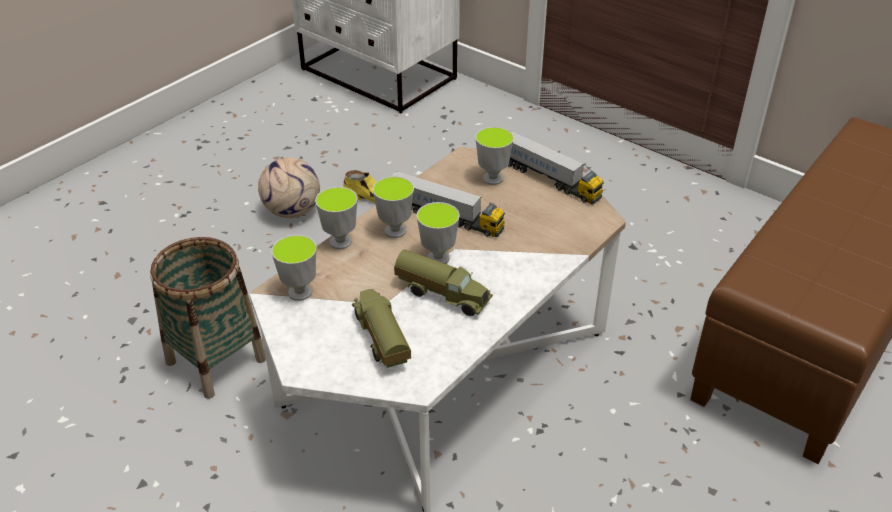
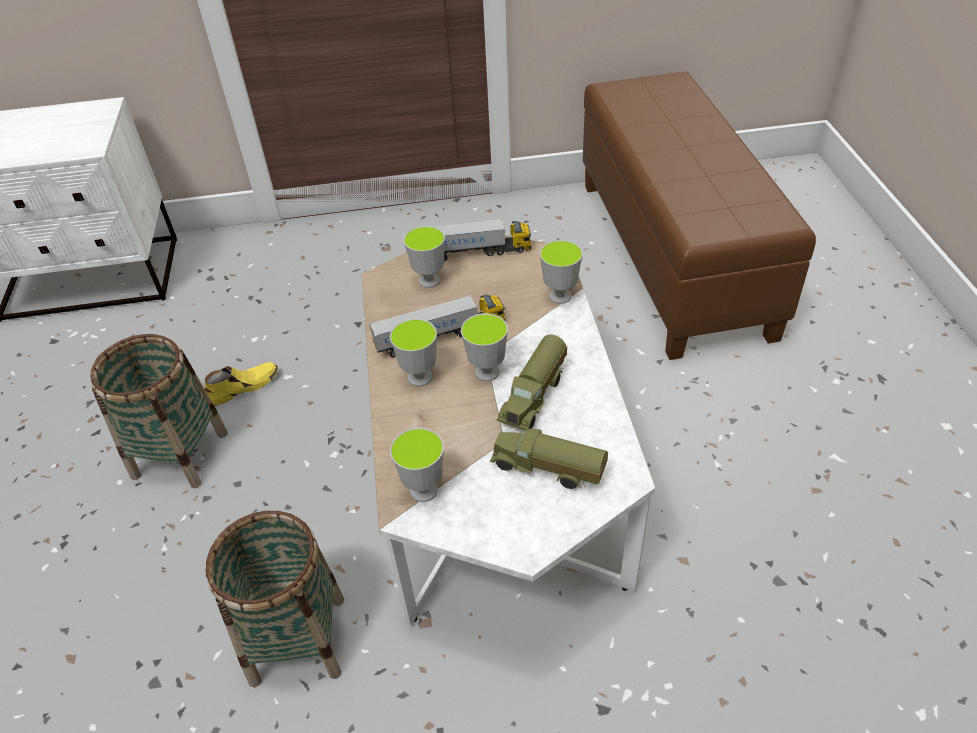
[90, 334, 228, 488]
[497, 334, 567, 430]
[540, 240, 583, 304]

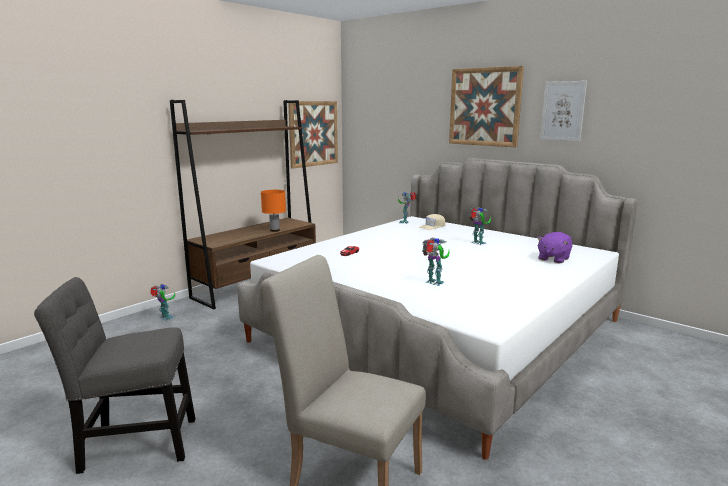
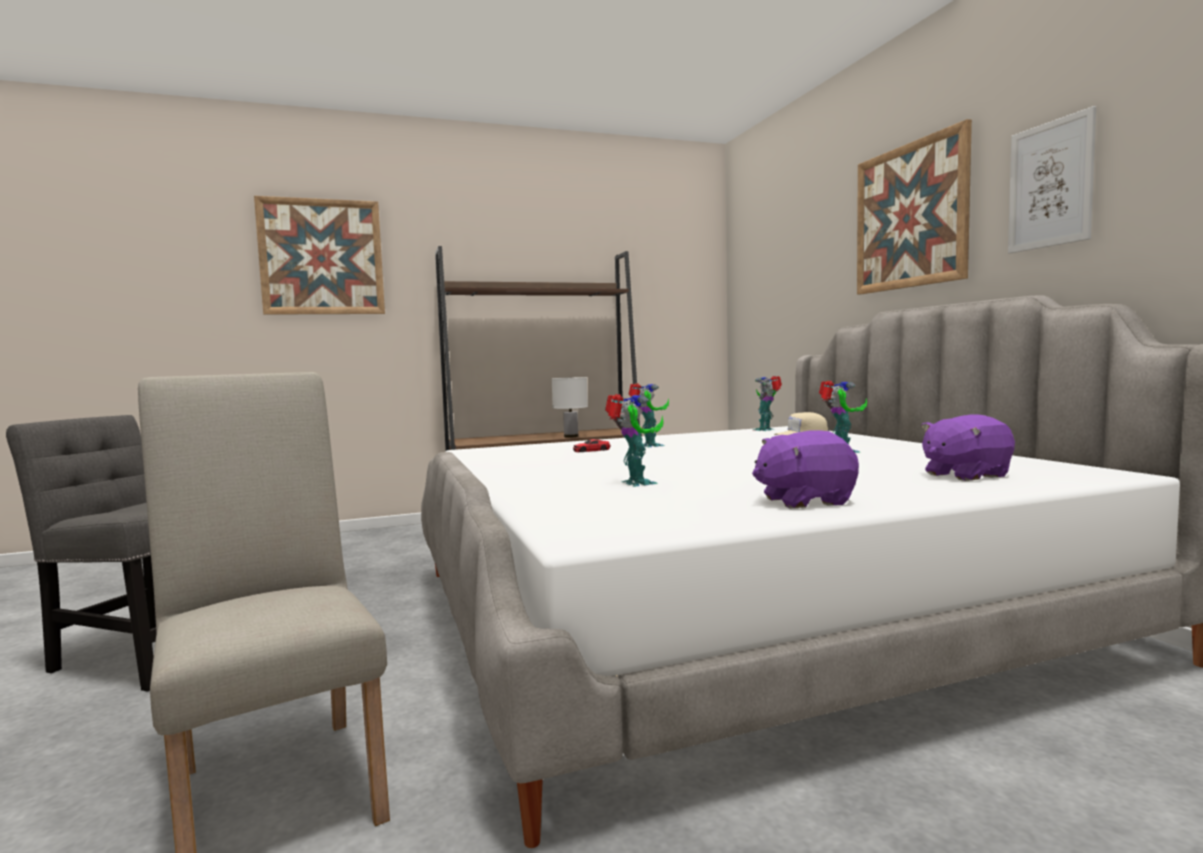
[254, 196, 385, 315]
[551, 377, 588, 438]
[628, 383, 669, 447]
[752, 430, 859, 509]

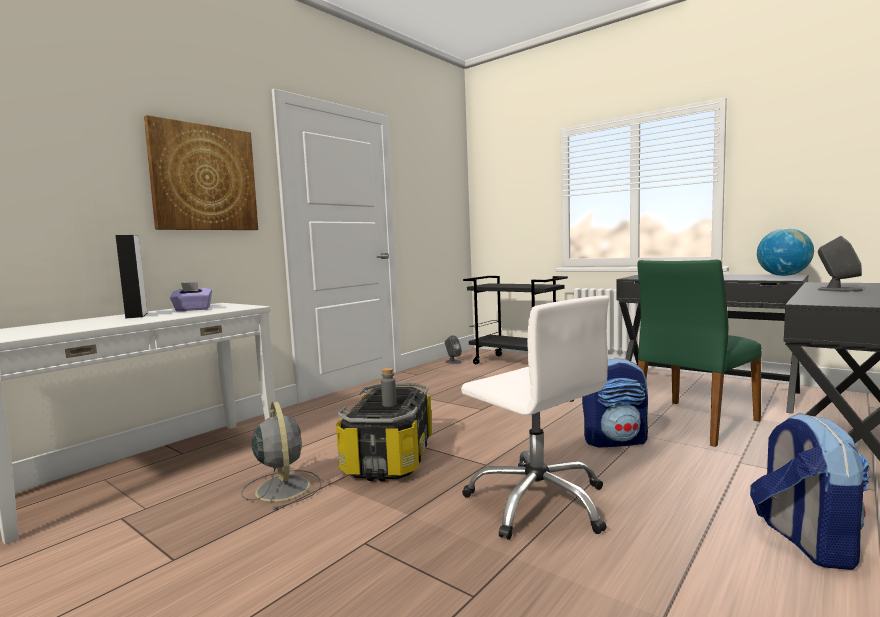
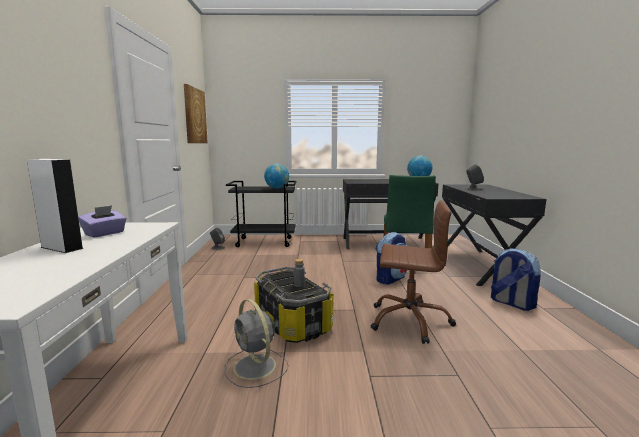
[184, 84, 208, 143]
[224, 299, 288, 388]
[264, 164, 289, 189]
[371, 200, 456, 344]

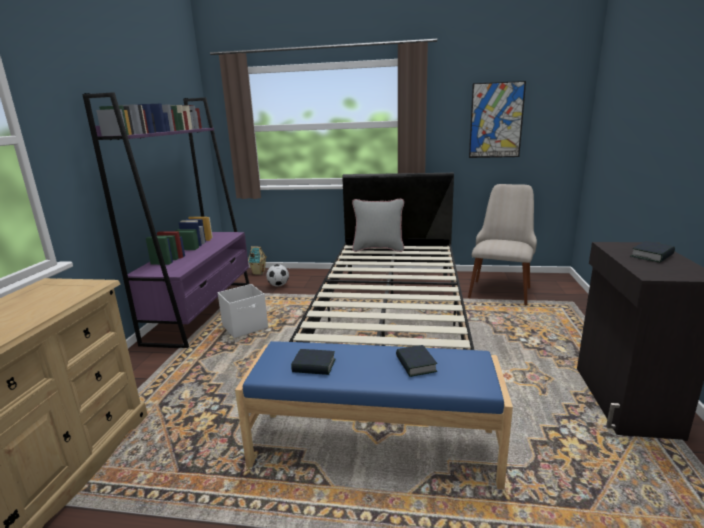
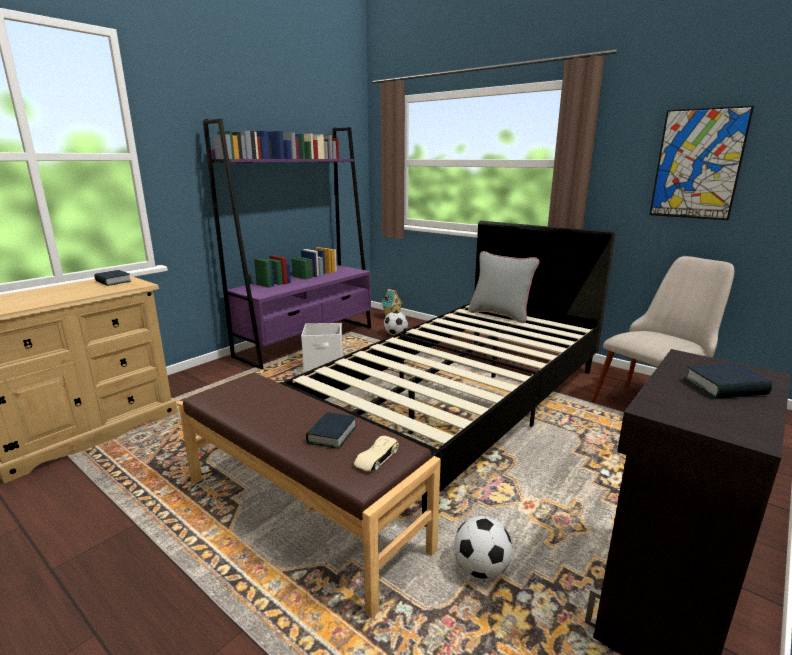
[94, 270, 131, 286]
[178, 373, 441, 619]
[354, 436, 399, 472]
[454, 516, 512, 579]

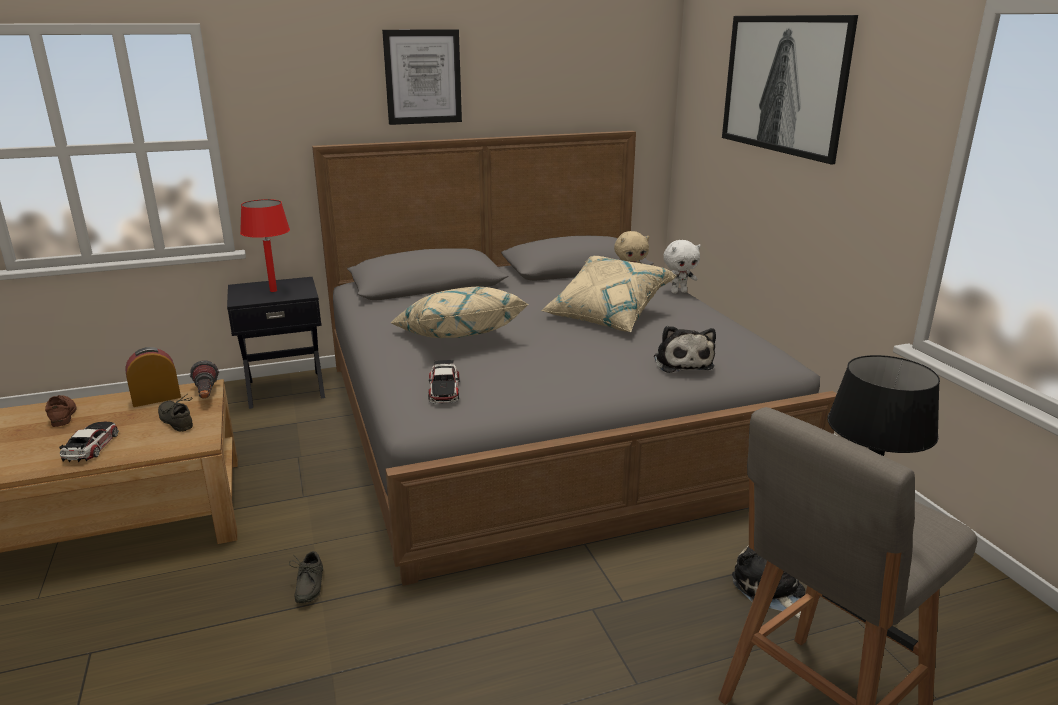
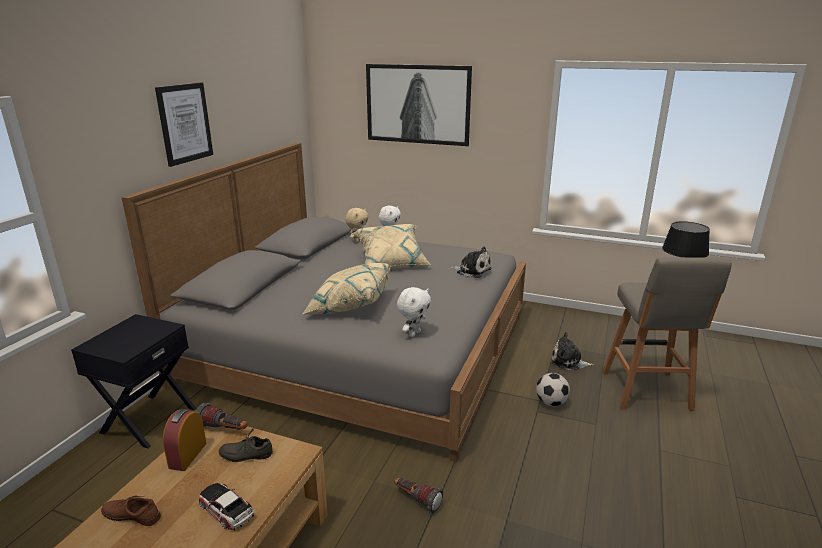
[395, 478, 443, 513]
[397, 287, 431, 337]
[536, 373, 570, 406]
[240, 199, 290, 292] (first image)

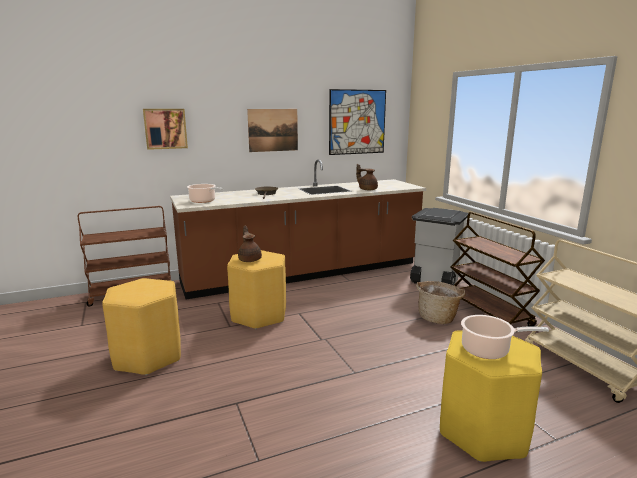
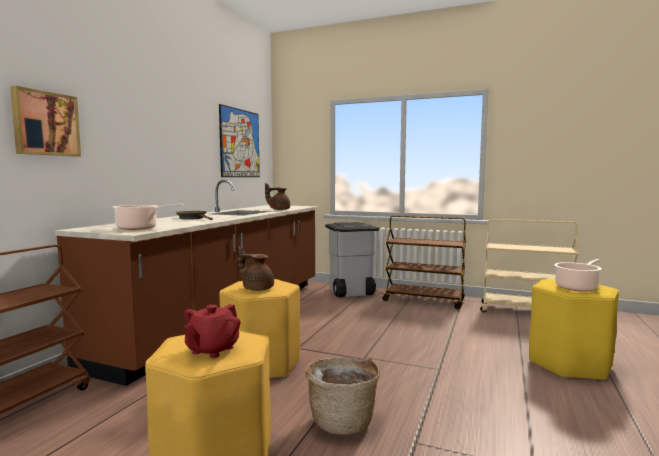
[184, 304, 241, 358]
[305, 357, 380, 435]
[247, 109, 298, 152] (first image)

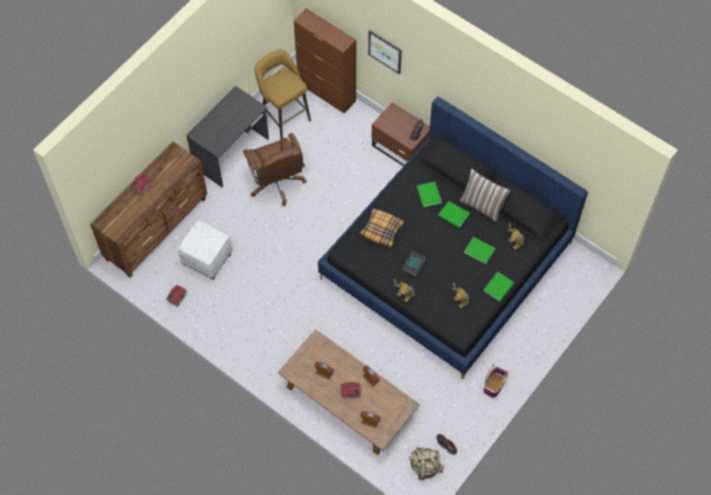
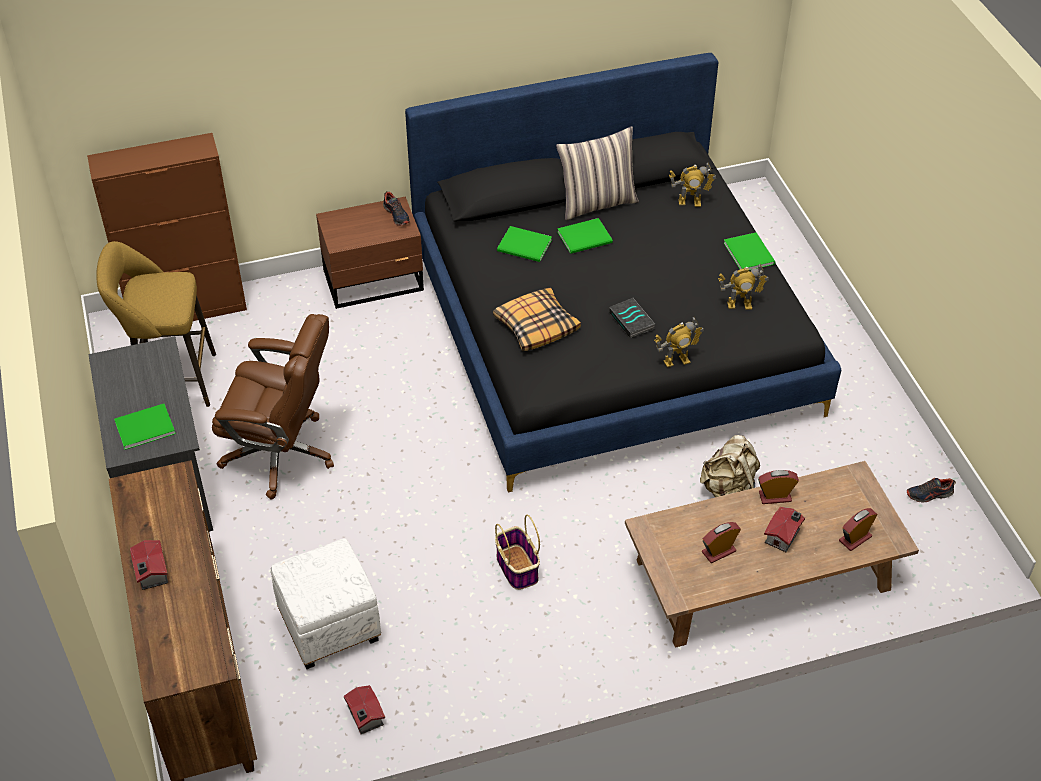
[114, 404, 176, 450]
[495, 514, 540, 590]
[700, 435, 760, 497]
[368, 30, 402, 74] (first image)

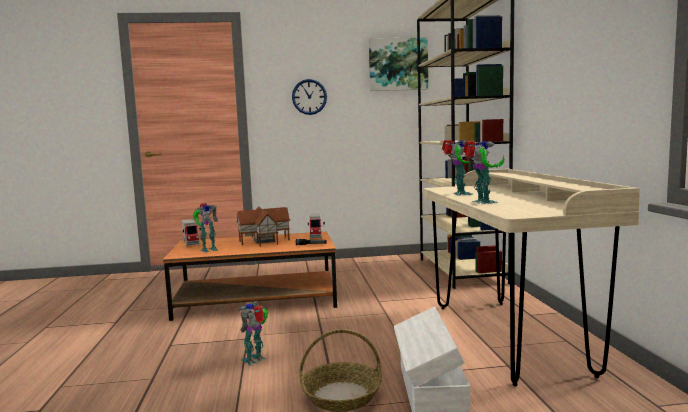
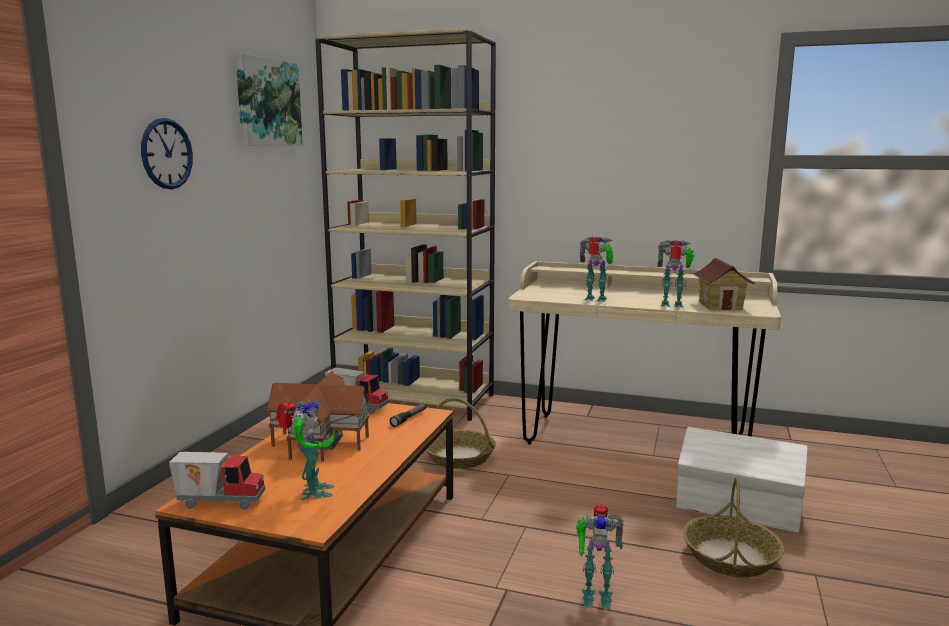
[426, 398, 496, 469]
[576, 503, 624, 610]
[692, 258, 756, 311]

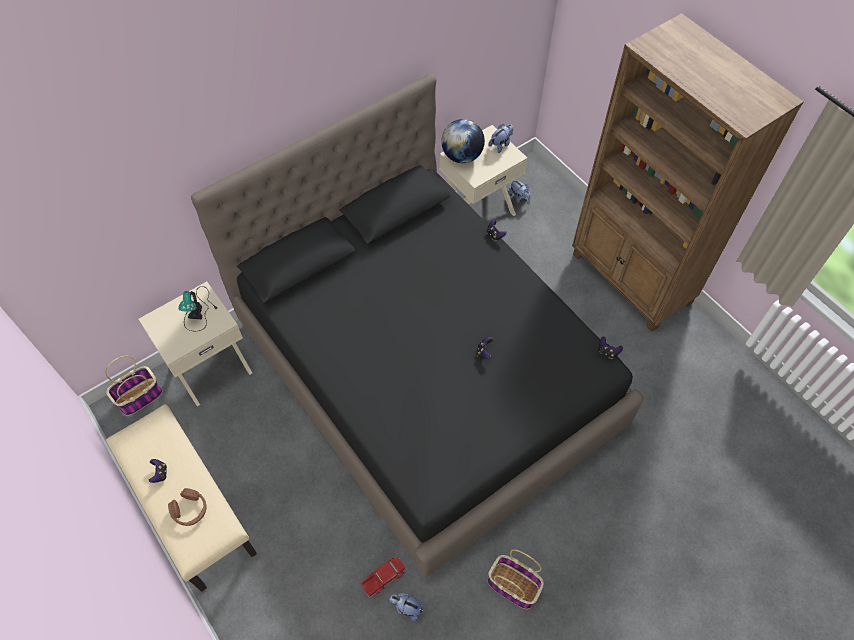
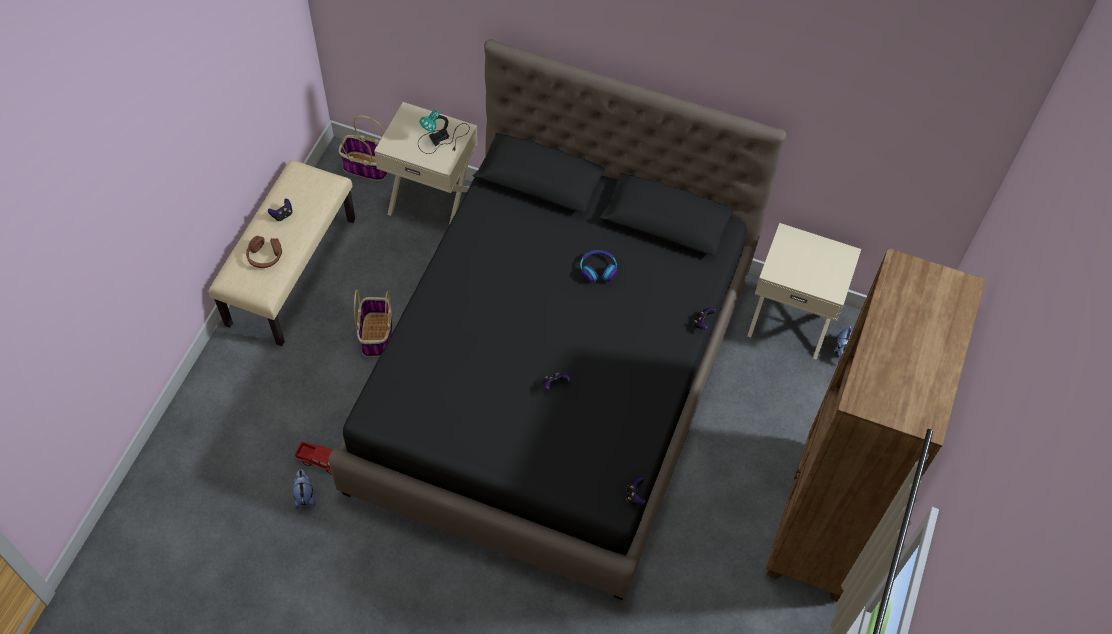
[354, 290, 392, 357]
[580, 250, 618, 282]
[441, 119, 485, 163] (first image)
[488, 124, 513, 153] (first image)

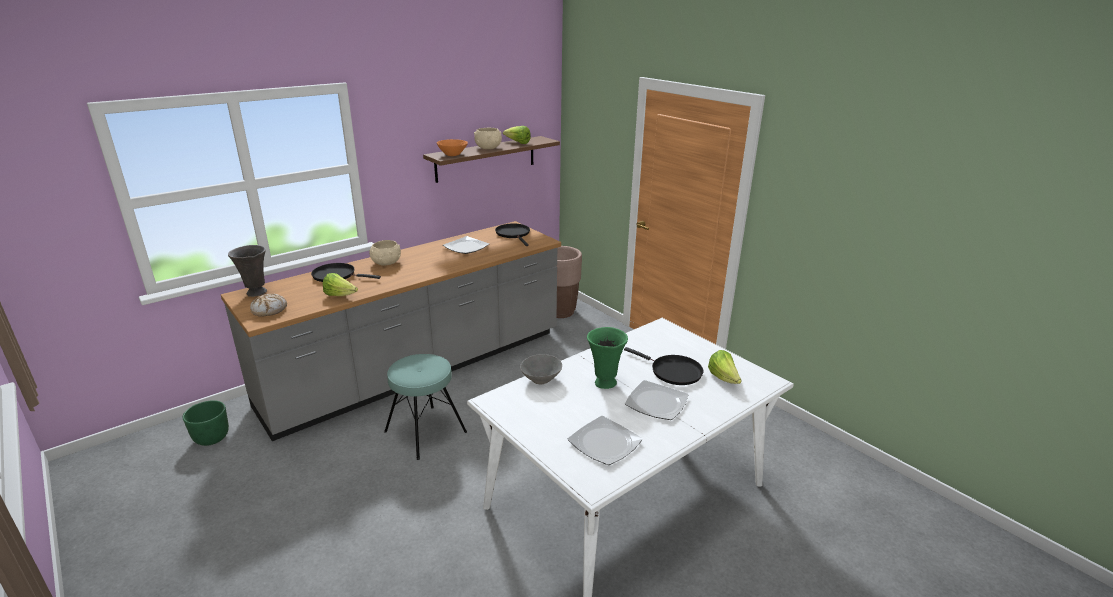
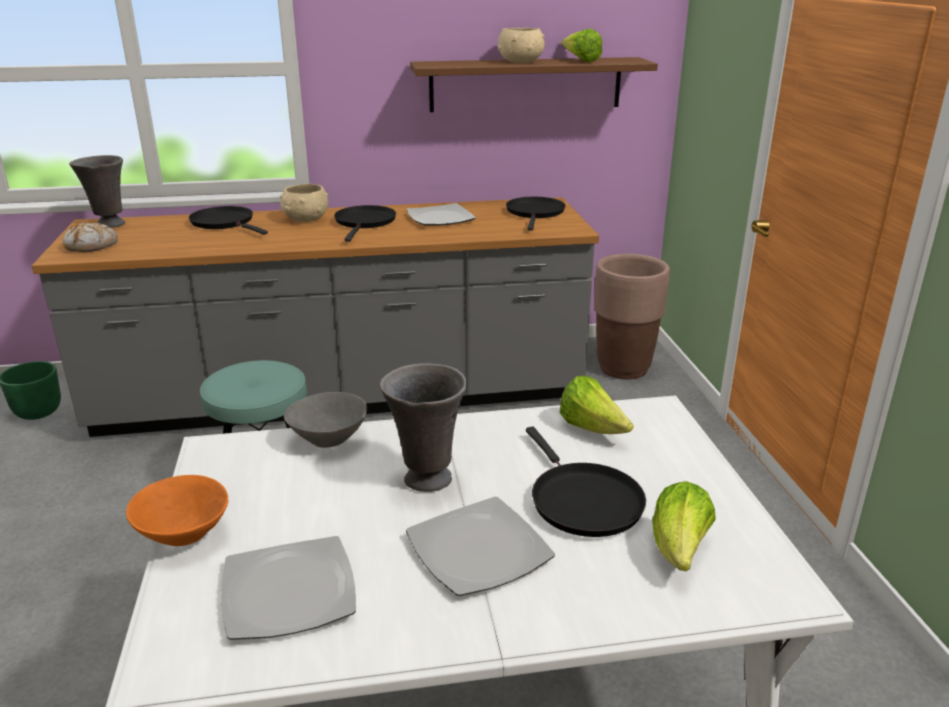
[126, 475, 228, 546]
[334, 205, 396, 242]
[380, 363, 467, 492]
[560, 376, 634, 434]

